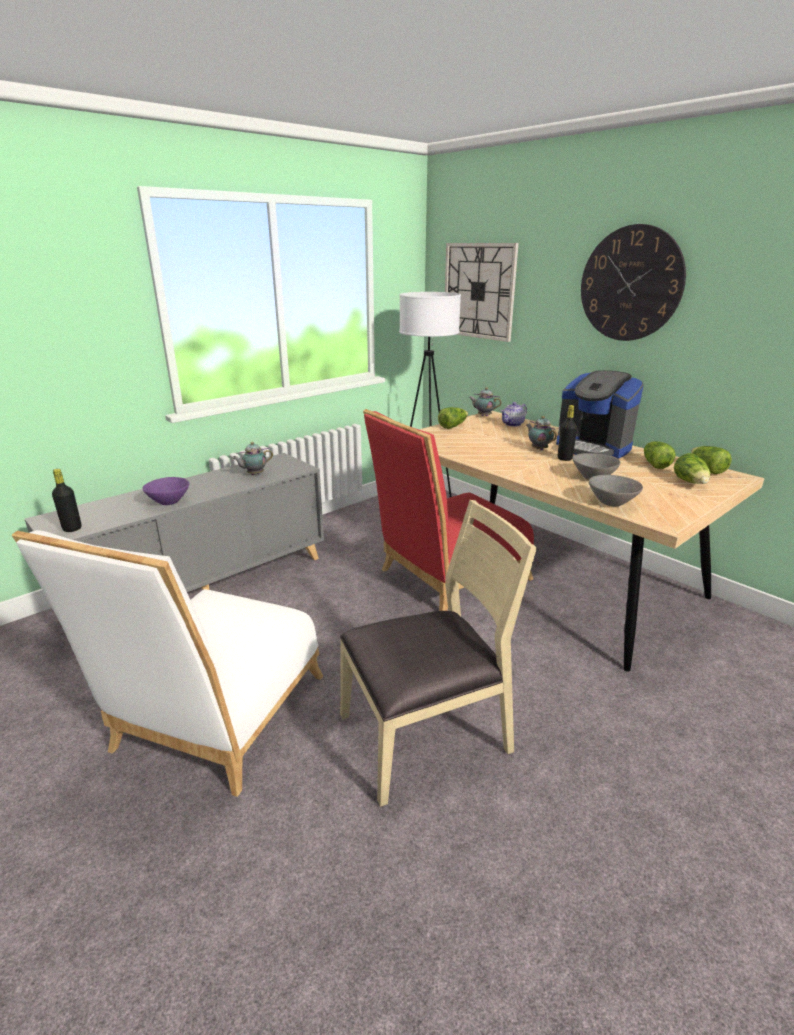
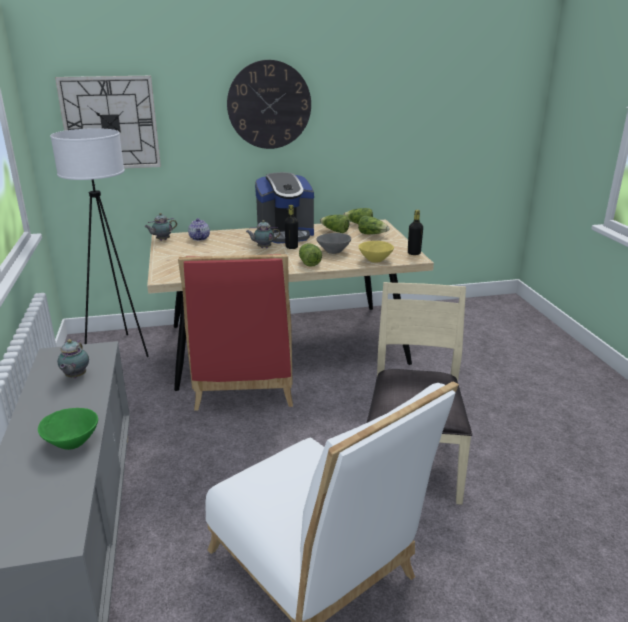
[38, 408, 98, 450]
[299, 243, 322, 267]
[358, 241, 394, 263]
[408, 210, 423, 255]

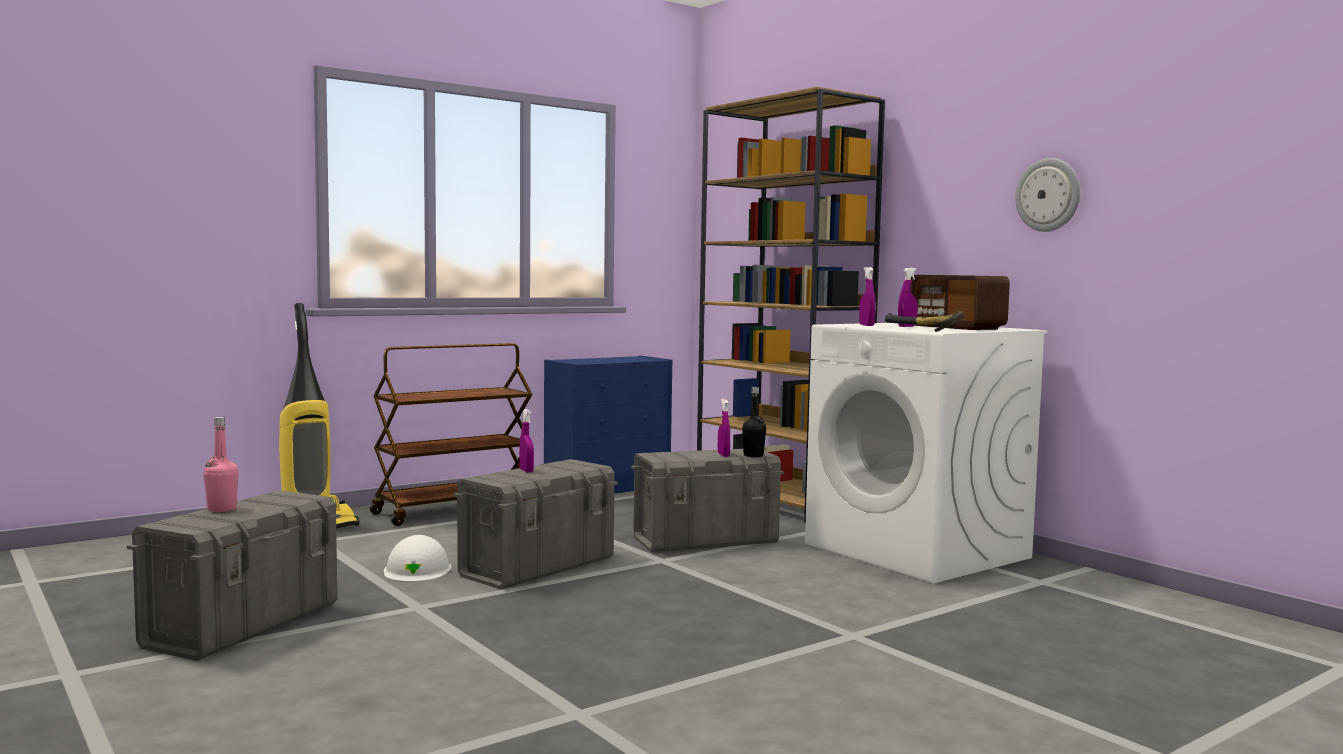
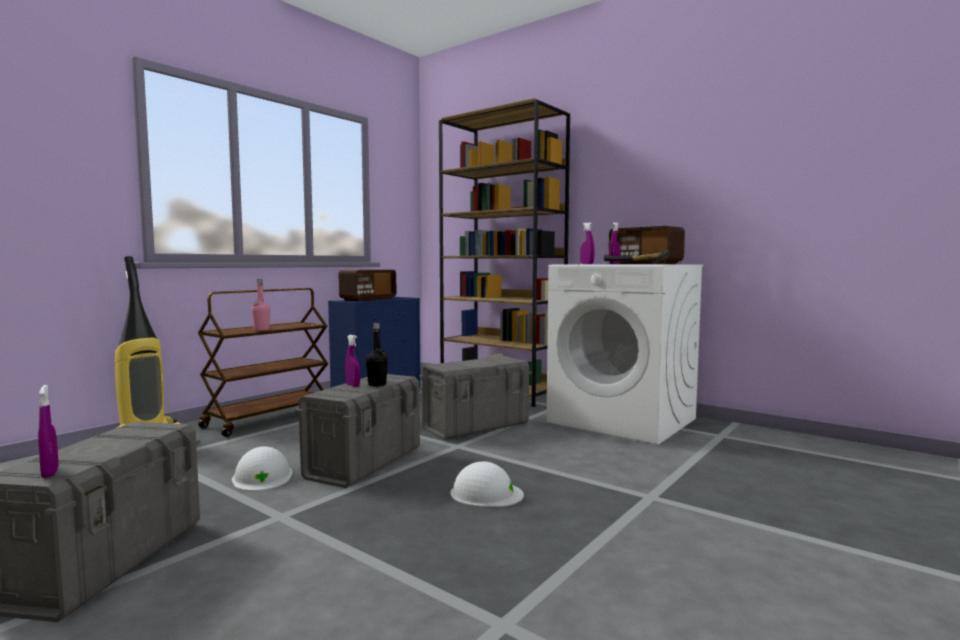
[38, 385, 59, 478]
[252, 279, 270, 331]
[339, 270, 397, 301]
[366, 323, 388, 387]
[450, 461, 524, 507]
[1015, 158, 1080, 232] (first image)

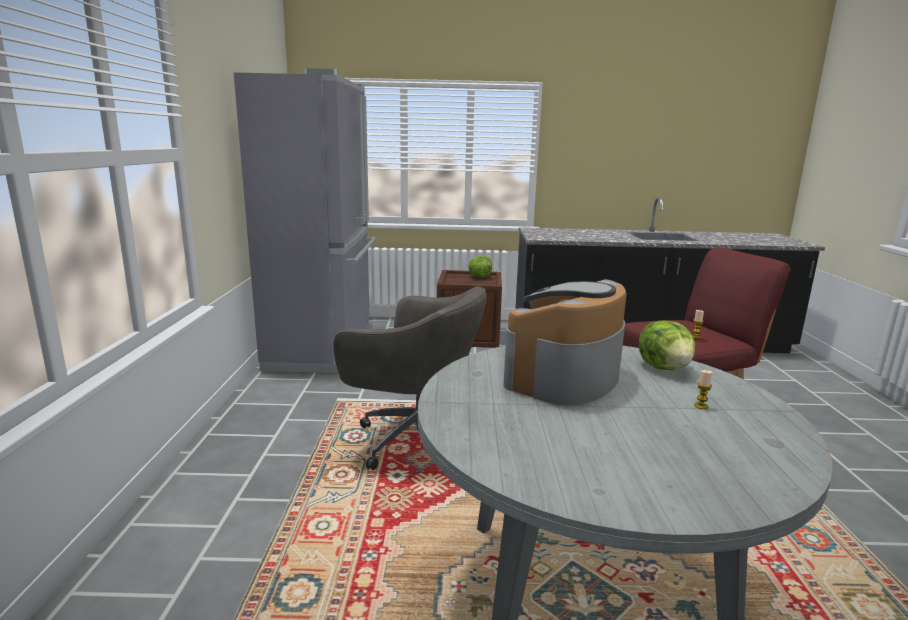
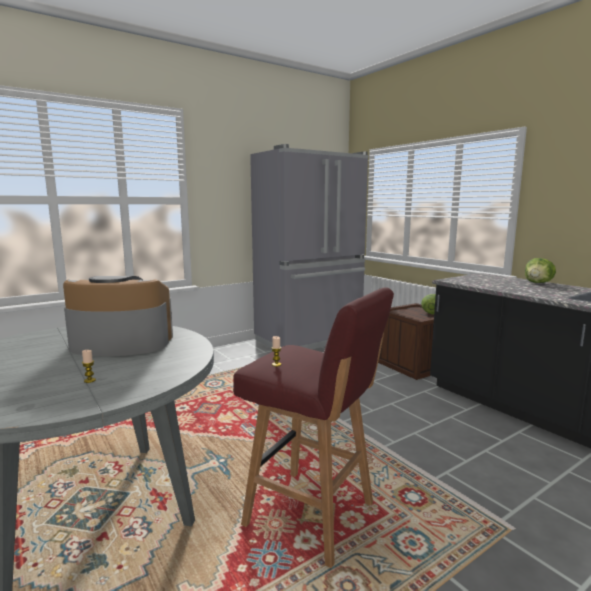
[525, 258, 556, 283]
[334, 286, 487, 470] (first image)

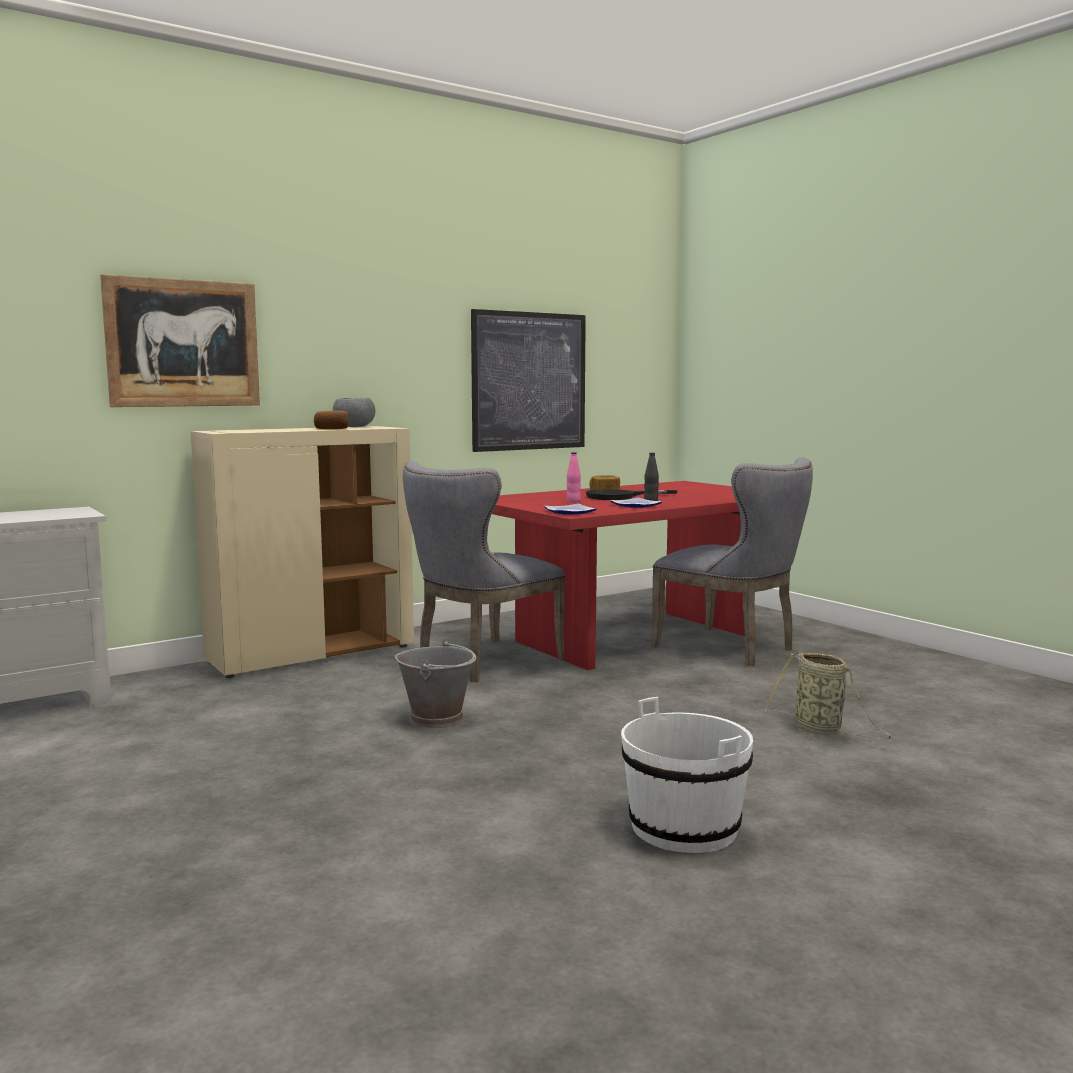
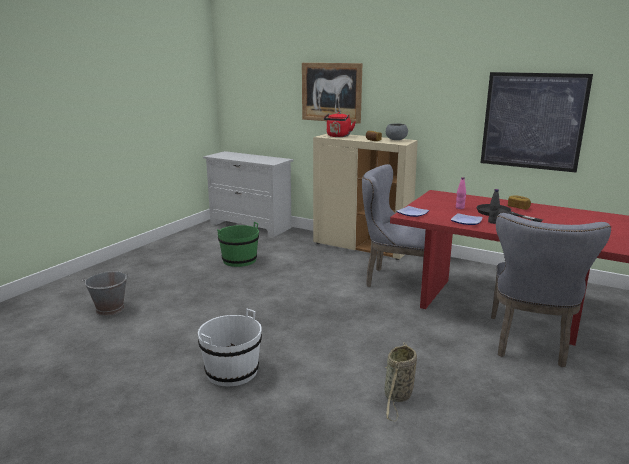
[82, 271, 129, 316]
[217, 222, 259, 267]
[324, 112, 355, 137]

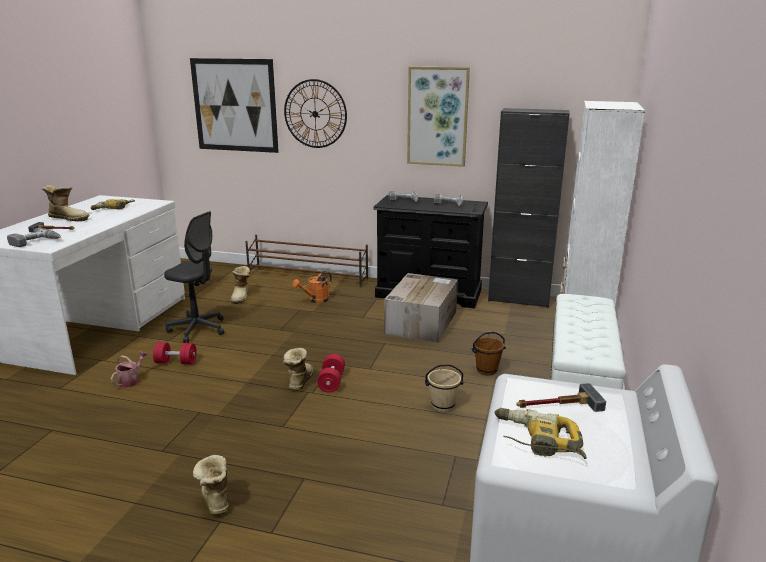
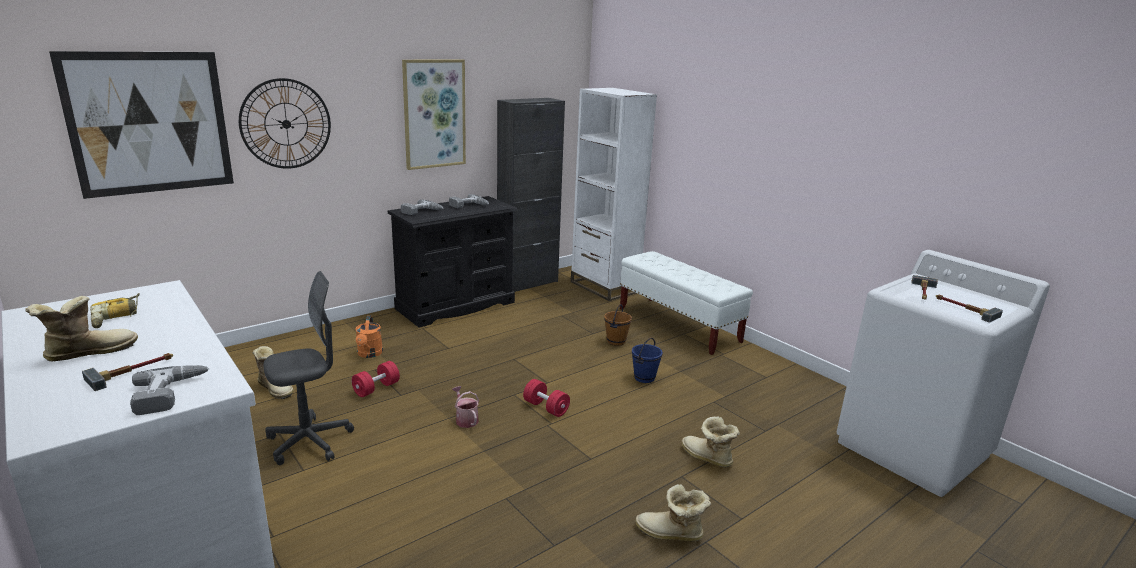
[352, 361, 400, 397]
[452, 386, 479, 428]
[632, 337, 663, 383]
[681, 416, 740, 468]
[935, 295, 1003, 322]
[245, 235, 368, 287] (first image)
[384, 273, 458, 343] (first image)

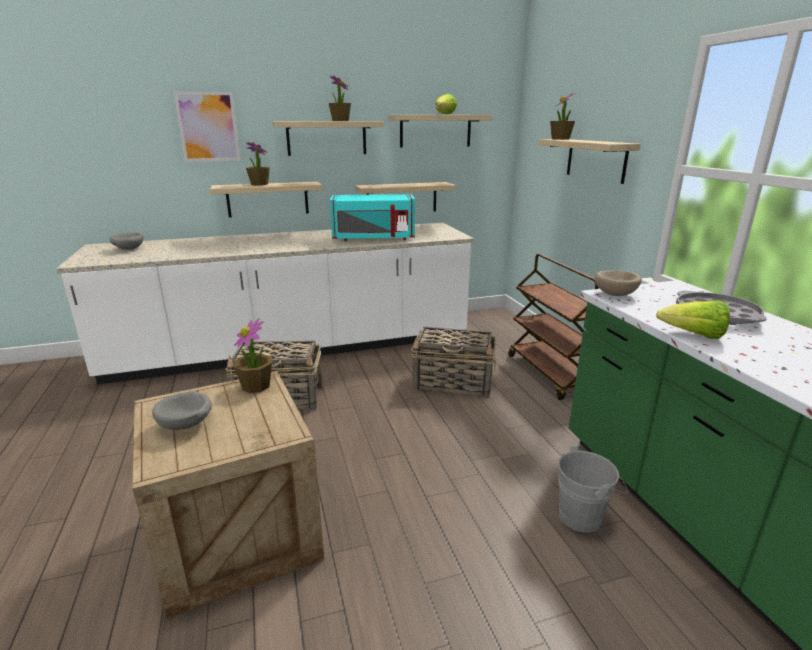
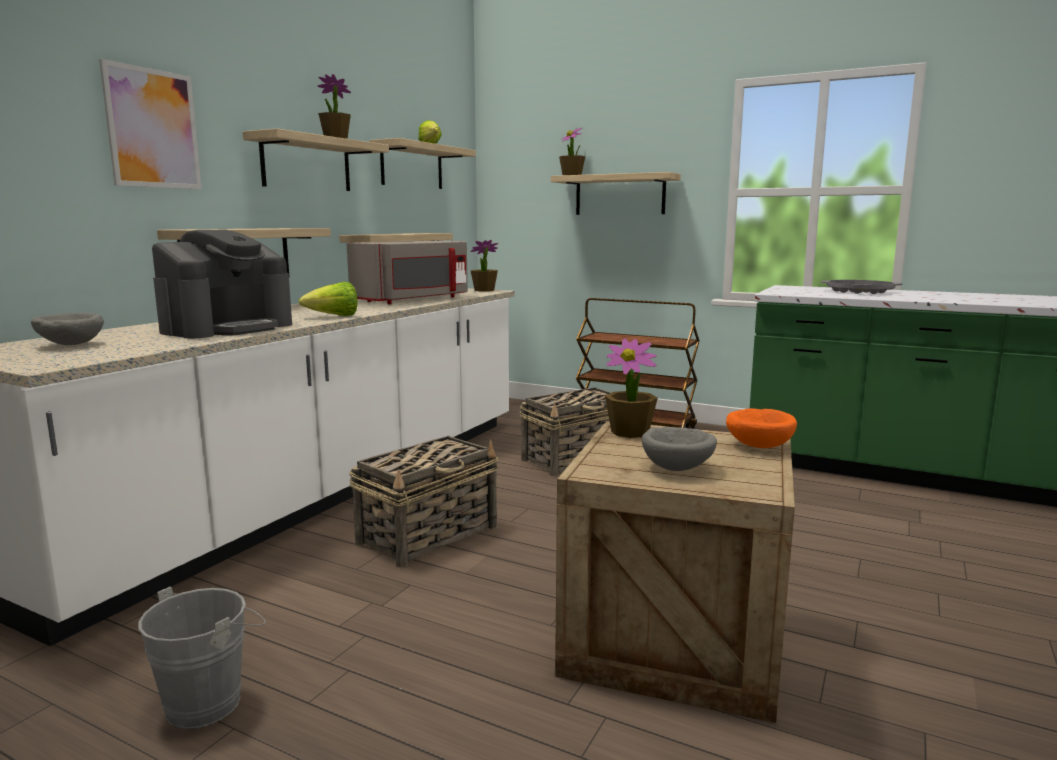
[138, 587, 266, 729]
[152, 230, 292, 338]
[299, 282, 358, 316]
[347, 241, 468, 304]
[471, 240, 498, 292]
[726, 408, 797, 448]
[594, 270, 642, 296] (first image)

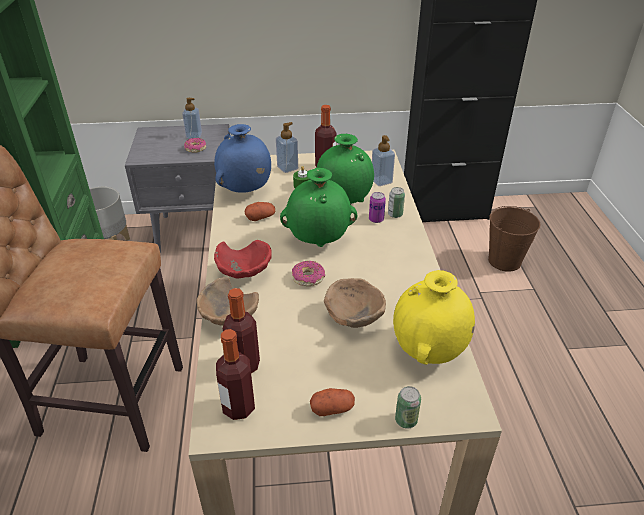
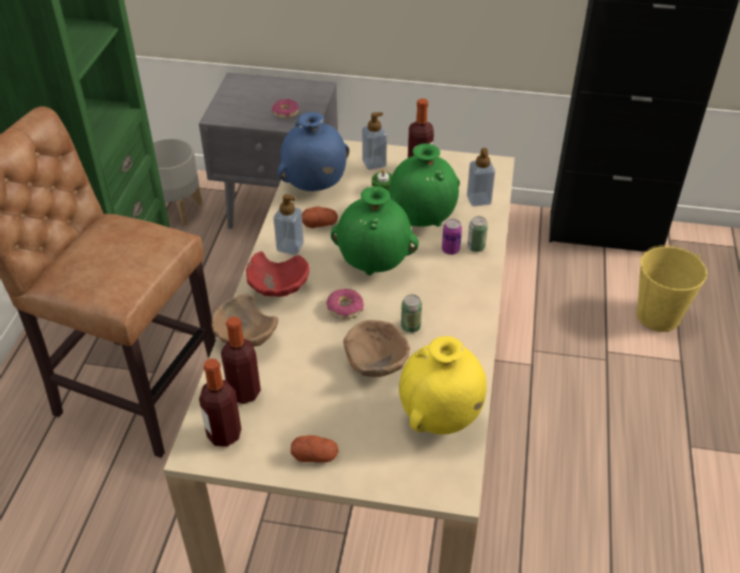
[274, 194, 304, 255]
[401, 295, 422, 333]
[636, 245, 707, 332]

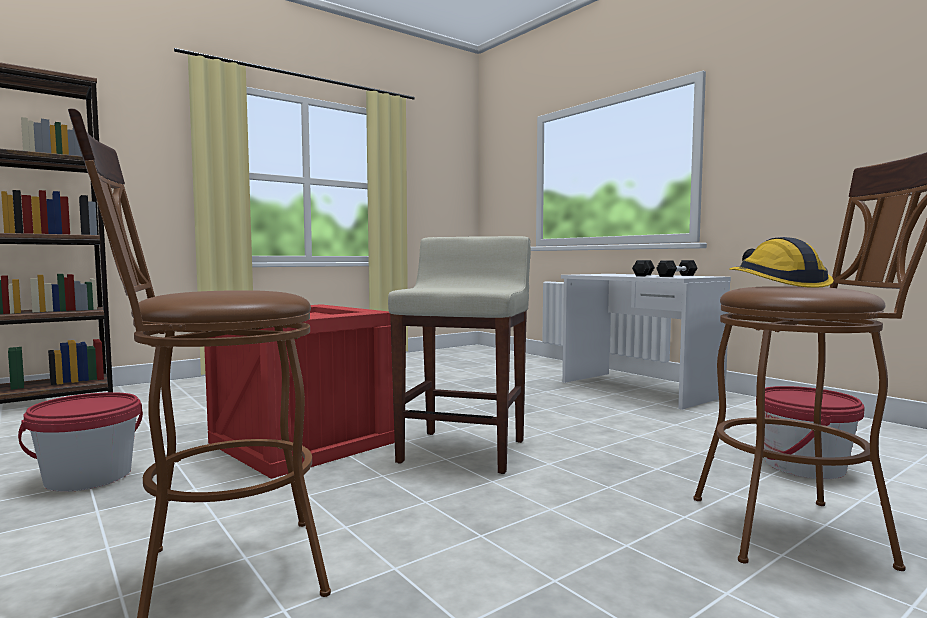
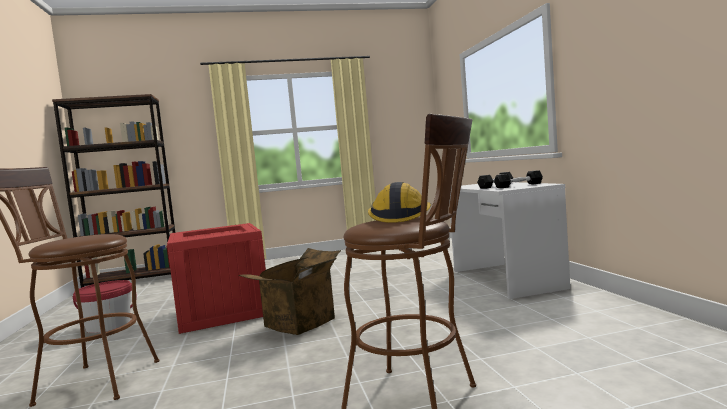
[239, 248, 341, 335]
[756, 386, 865, 479] (first image)

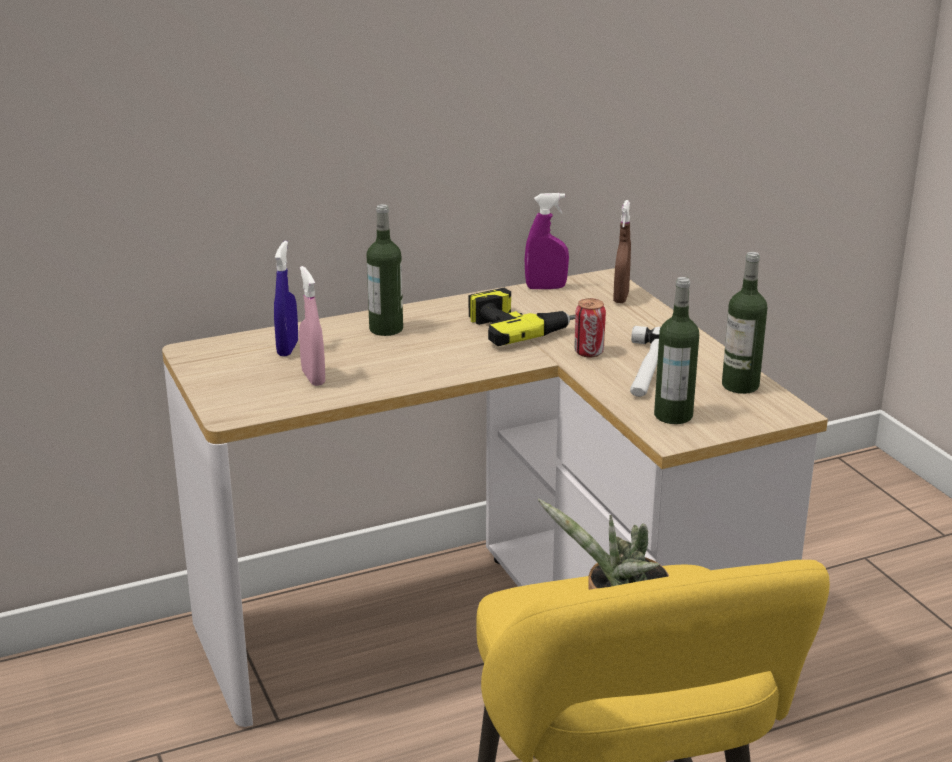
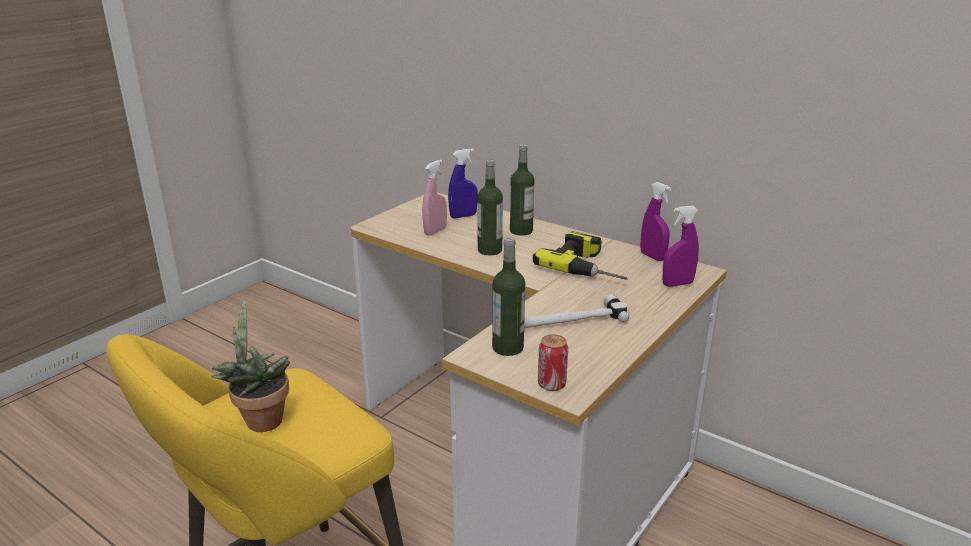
[477, 160, 503, 255]
[538, 334, 568, 391]
[662, 206, 699, 287]

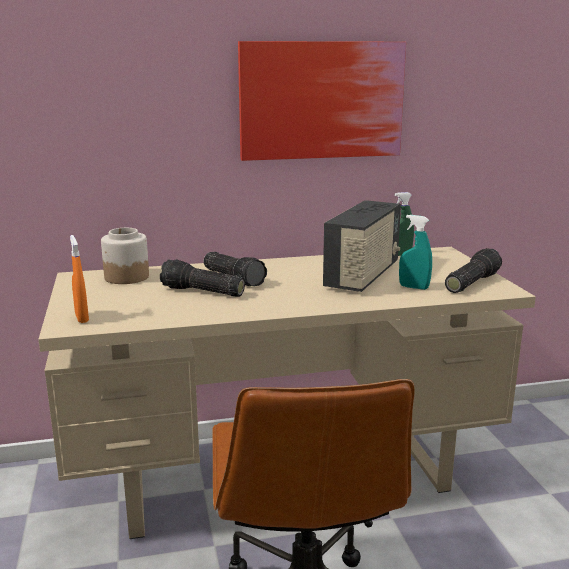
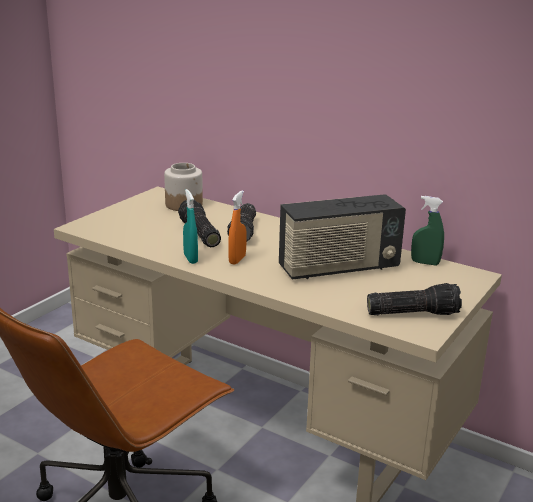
[183, 189, 198, 264]
[228, 190, 247, 265]
[238, 41, 406, 161] (first image)

